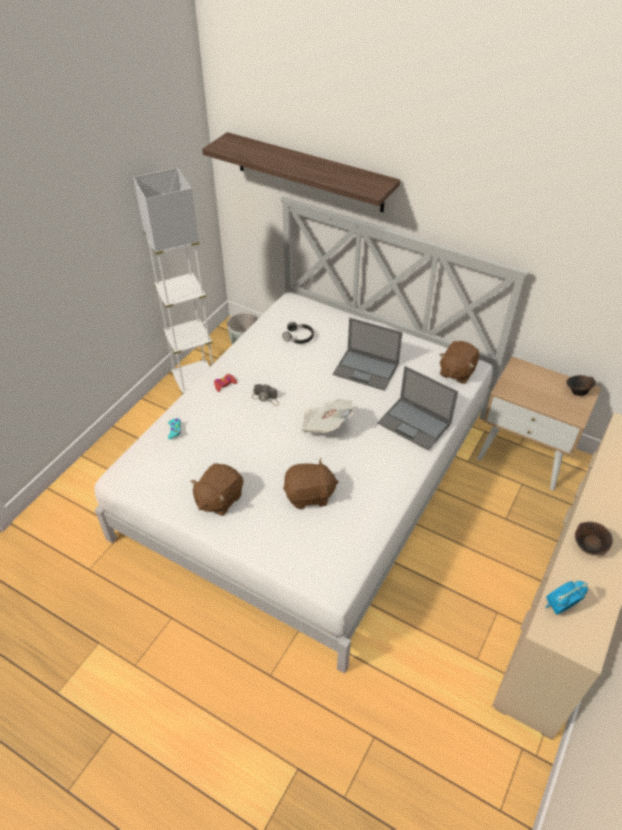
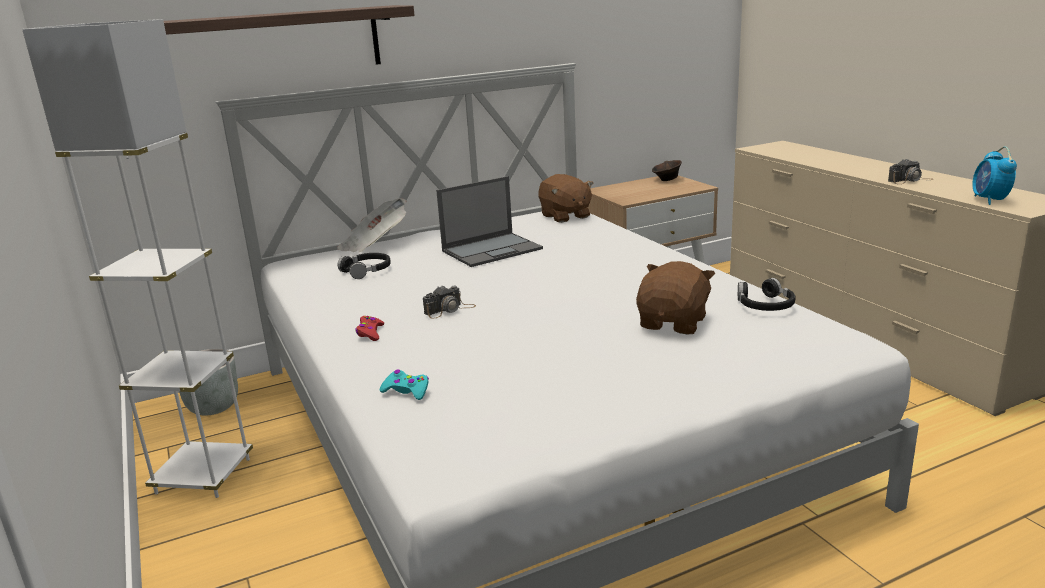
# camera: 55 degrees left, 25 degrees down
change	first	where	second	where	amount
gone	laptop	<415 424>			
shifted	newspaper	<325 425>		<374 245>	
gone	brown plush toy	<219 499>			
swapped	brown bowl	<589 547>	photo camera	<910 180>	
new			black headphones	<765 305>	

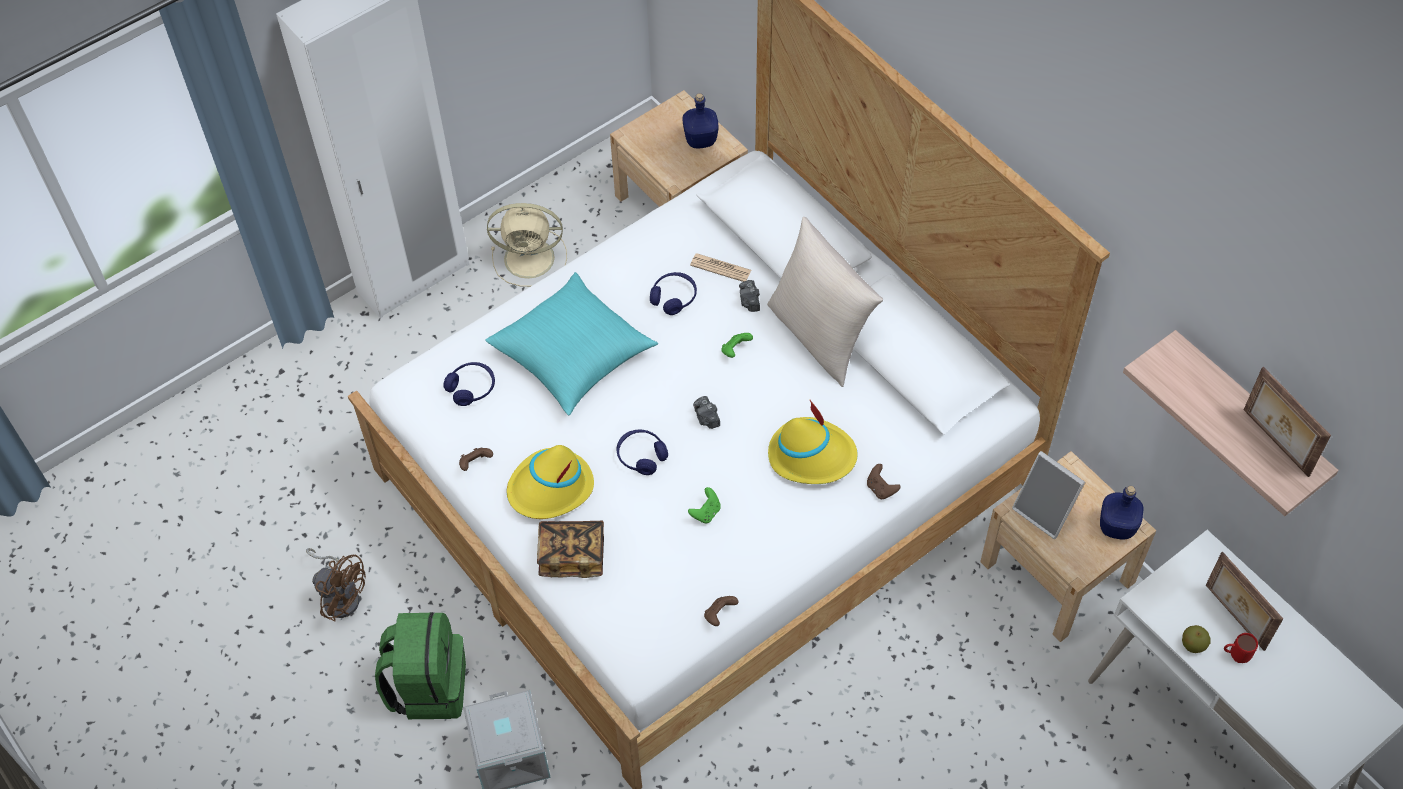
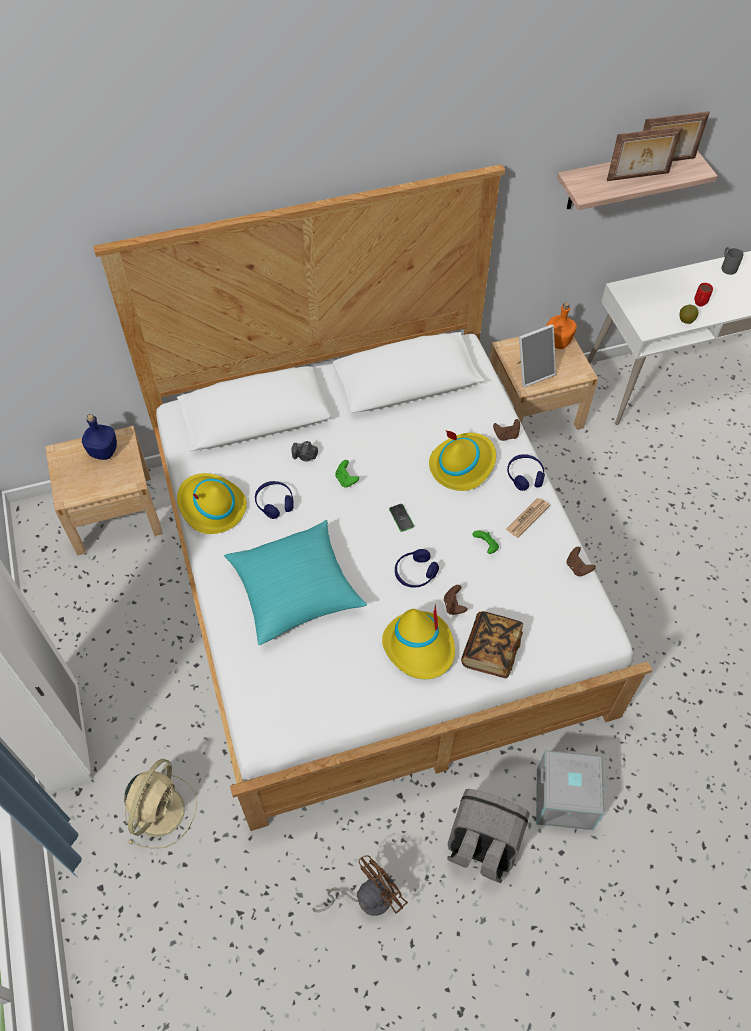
# camera: 70 degrees left, 0 degrees up
change	first	where	second	where	amount
shifted	beige fan	<531 258>		<160 809>	
gone	beige pillow	<820 336>			
shifted	newspaper	<720 268>		<527 518>	
shifted	blue headphones	<471 388>		<525 476>	
swapped	photo camera	<706 418>	phone	<401 518>	
shifted	brown game controller	<475 463>		<454 606>	
repainted	blue bottle	<1116 527>	orange bottle	<558 342>	
shifted	picture frame	<1233 618>		<638 177>	
repainted	green backpack	<428 686>	grey backpack	<481 846>	
new			grey mug	<727 267>	
new			yellow hat	<211 506>	

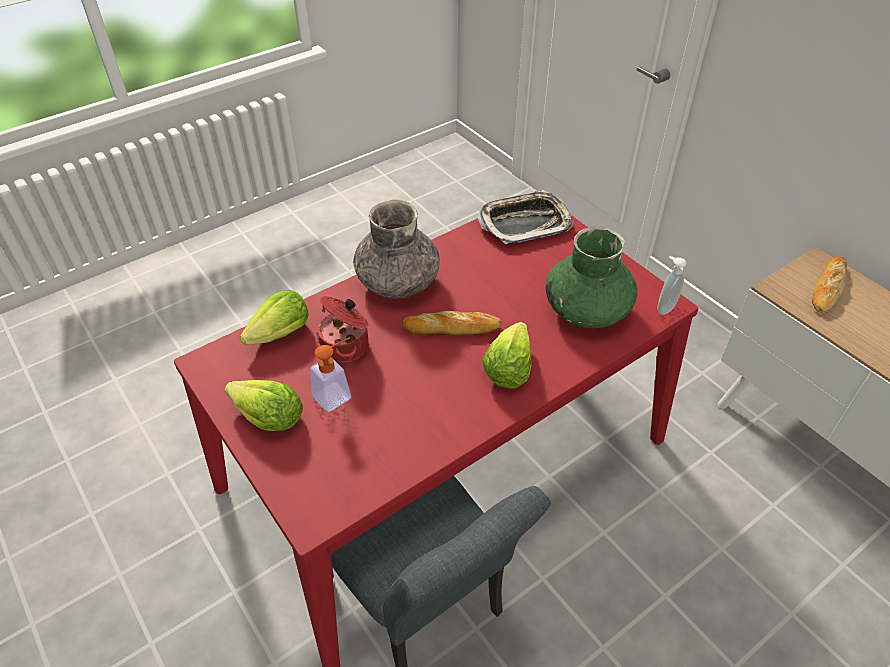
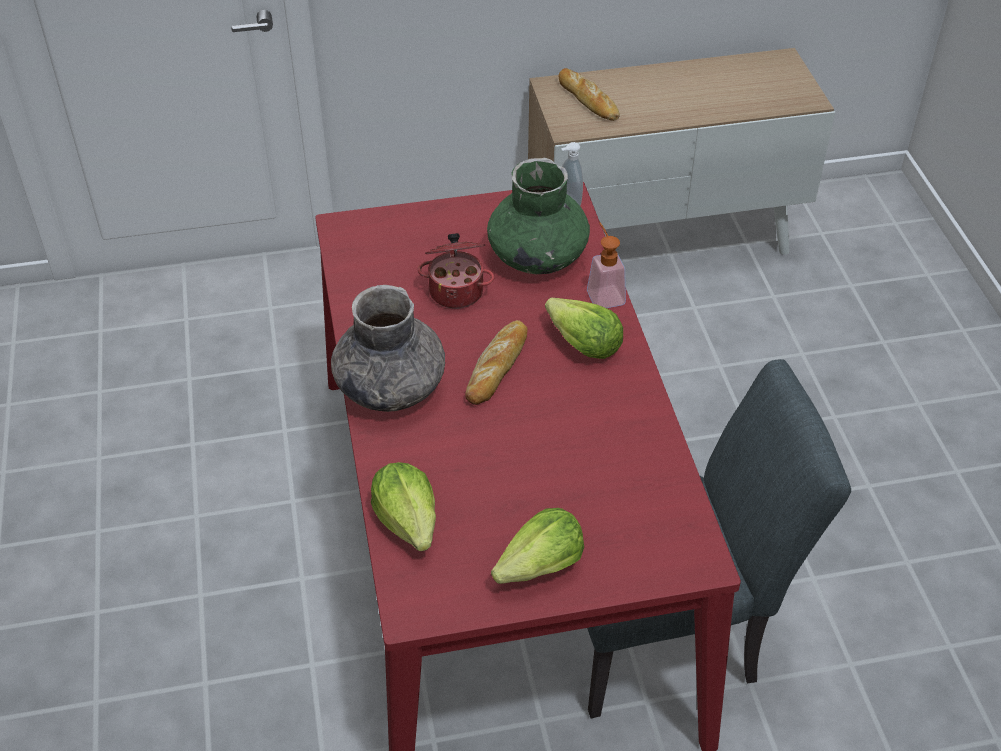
# camera: 65 degrees left, 0 degrees up
change	first	where	second	where	amount
gone	tray	<525 223>			
shifted	cooking pot	<346 346>		<456 290>	
shifted	soap dispenser	<337 394>		<603 293>	

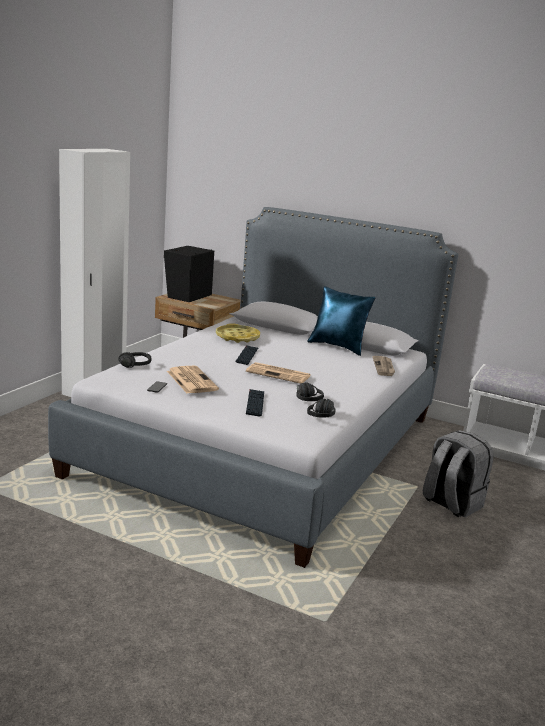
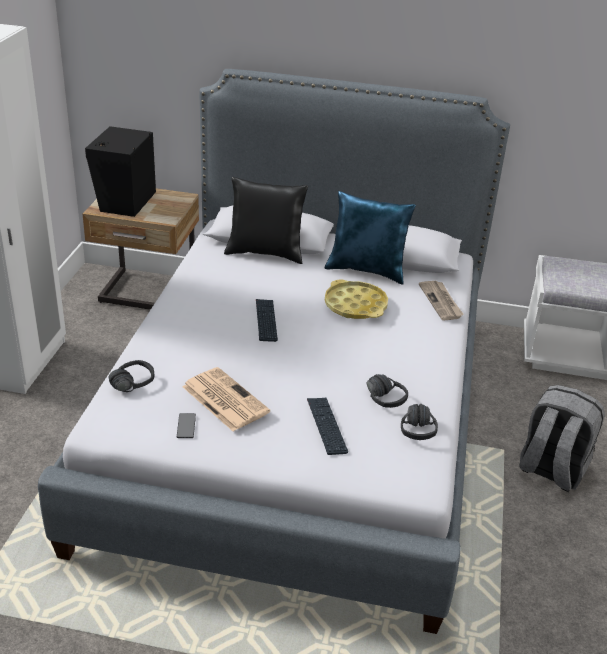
# camera: 15 degrees left, 15 degrees up
change	first	where	second	where	amount
shifted	yellow tray	<237 337>		<355 305>	
gone	newspaper	<279 374>			
new			black pillow	<266 253>	

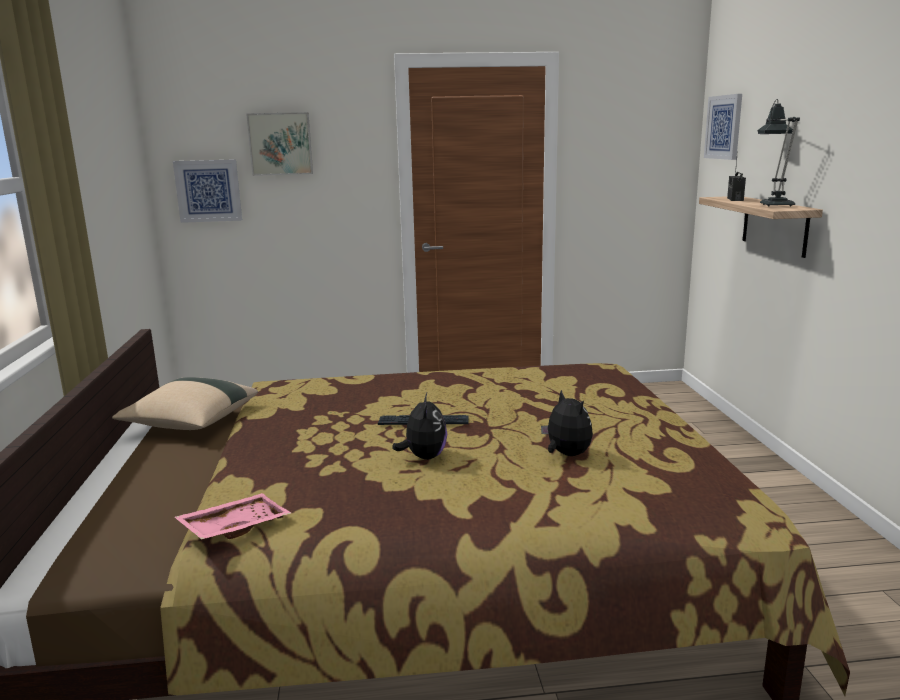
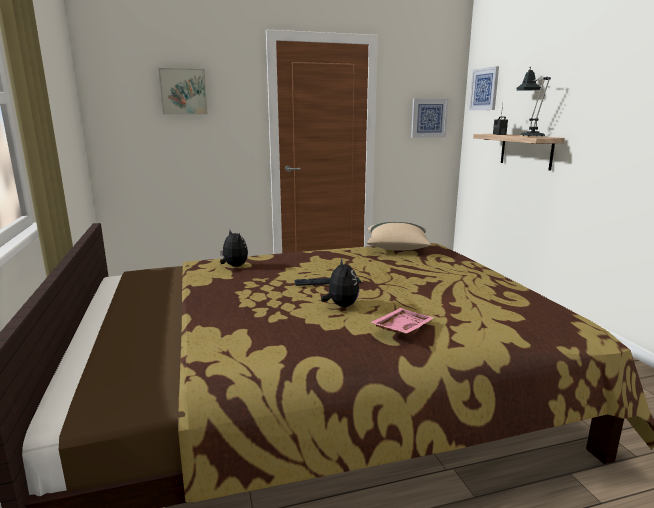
# camera: 10 degrees left, 0 degrees up
change	first	where	second	where	amount
shifted	picture	<208 191>		<429 118>	
shifted	beige pillow	<190 423>		<397 248>	
shifted	plush toy	<566 454>		<234 266>	
shifted	pink tray	<234 527>		<401 329>	

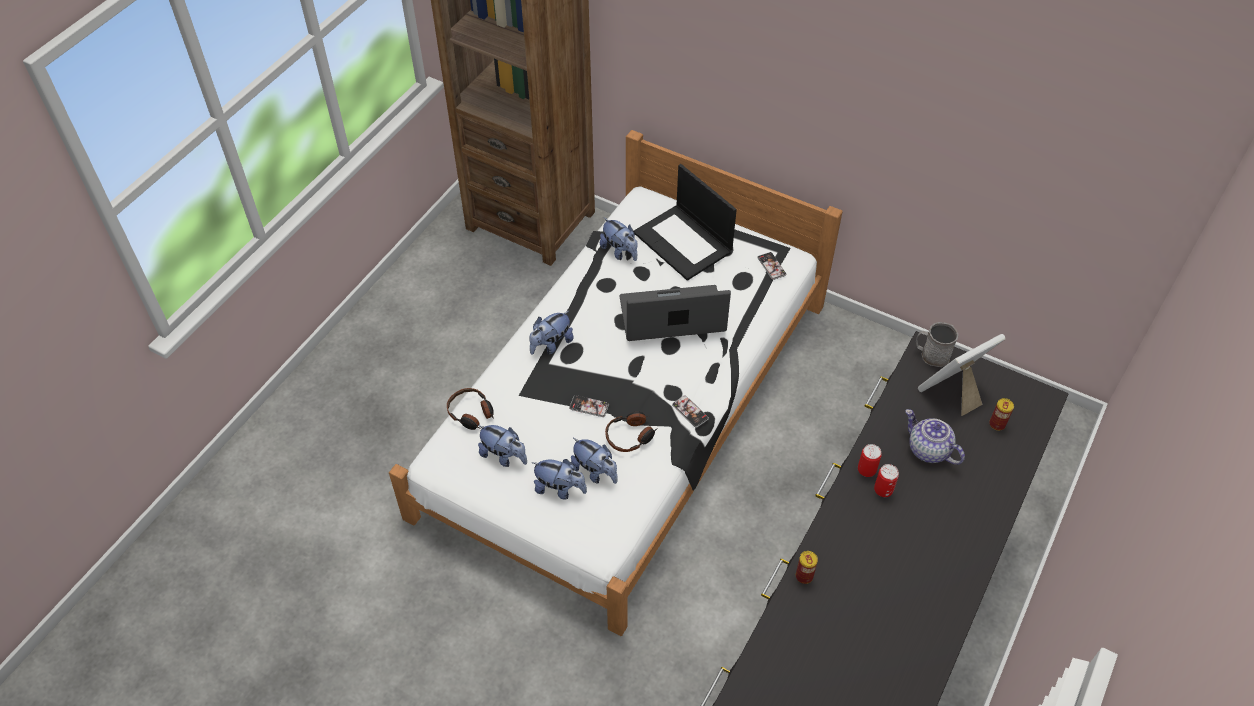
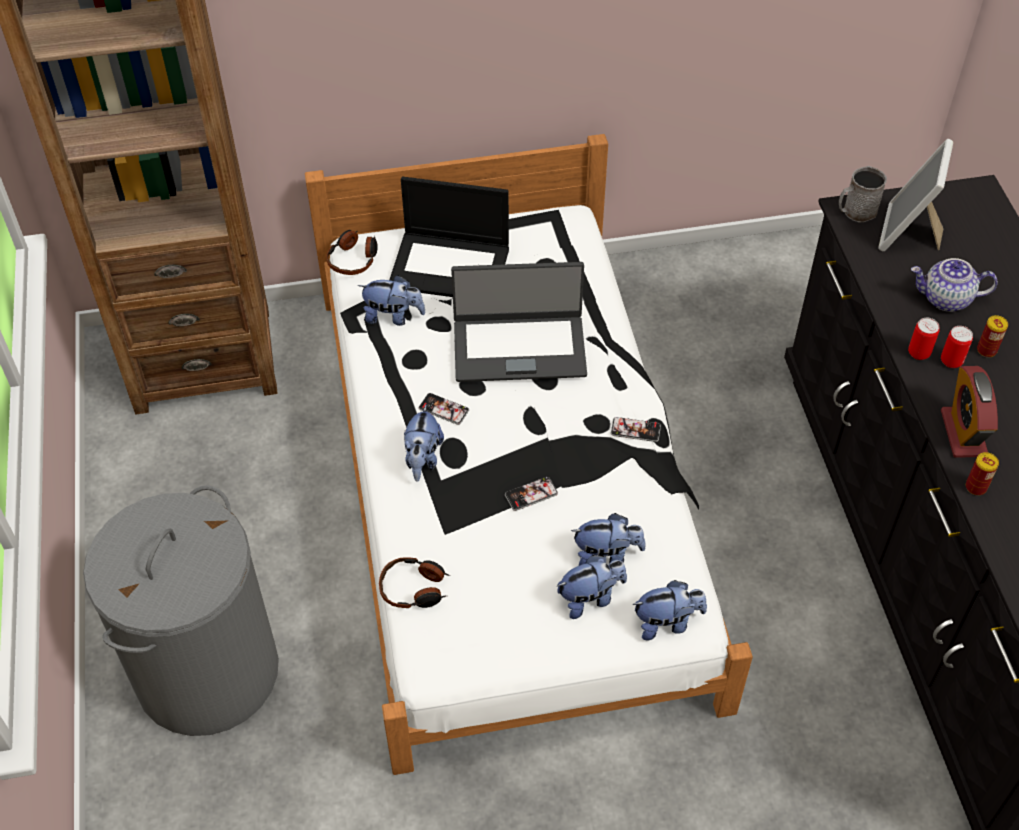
# camera: 40 degrees left, 0 degrees up
change	first	where	second	where	amount
shifted	phone	<771 266>		<443 409>	
rotated	laptop	<672 316>		<519 347>	135 degrees counterclockwise
shifted	can	<997 424>		<986 350>	
shifted	headphones	<630 436>		<354 259>	
shifted	plush toy	<504 456>		<667 622>	
new			alarm clock	<963 433>	
new			grey laundry basket	<207 670>	

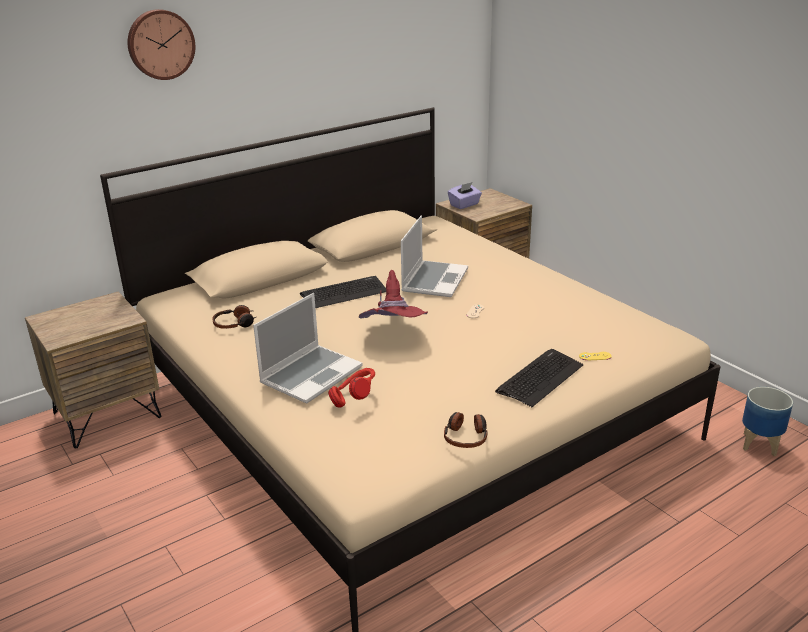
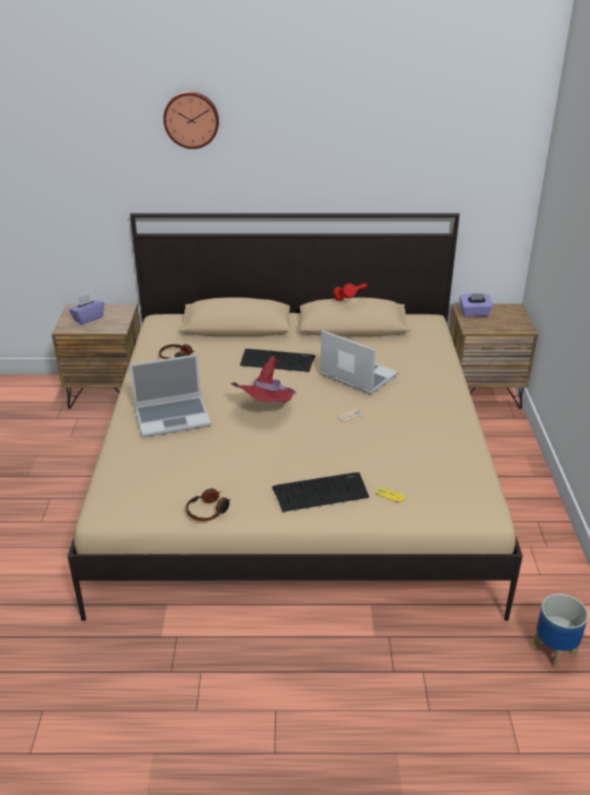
# camera: 35 degrees right, 5 degrees up
change	first	where	second	where	amount
rotated	laptop	<434 280>		<357 375>	105 degrees counterclockwise
shifted	red headphones	<354 400>		<351 300>	
new			purple tissue box	<88 318>	

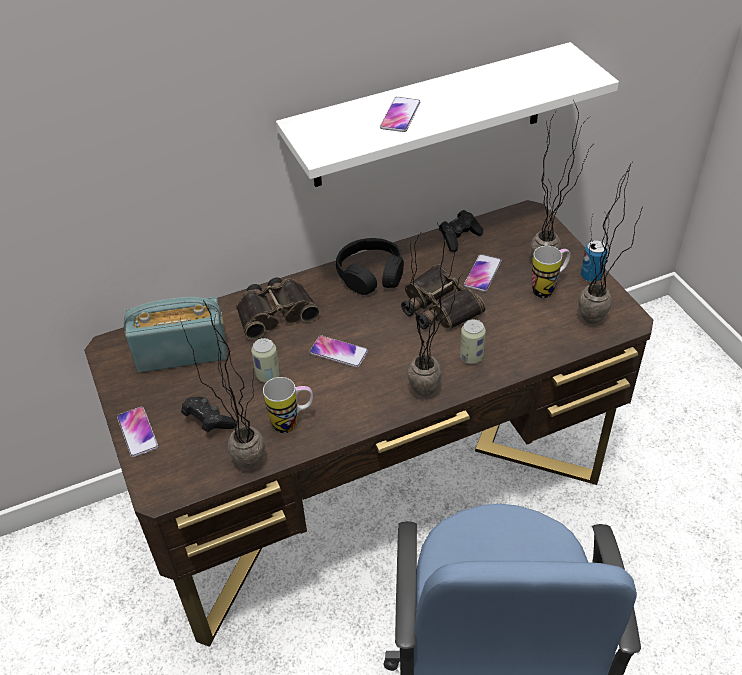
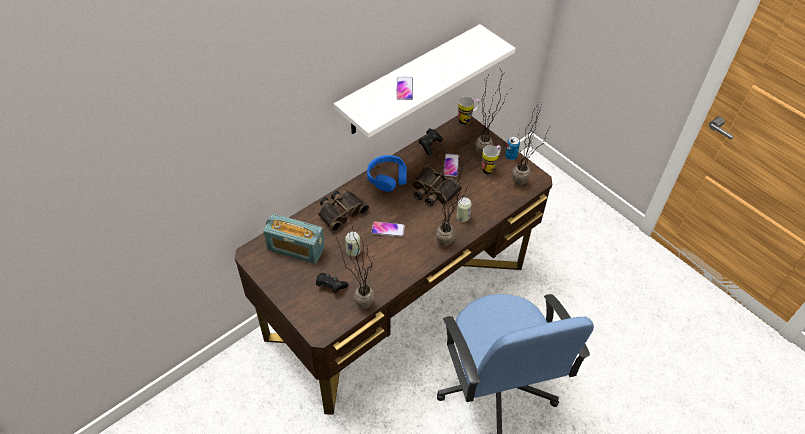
# camera: 20 degrees left, 5 degrees up
change	first	where	second	where	amount
repainted	black headphones	<371 274>	blue headphones	<387 177>	
rotated	radio	<181 353>		<296 248>	135 degrees counterclockwise
shifted	mug	<292 423>		<467 120>	
gone	phone	<137 432>			

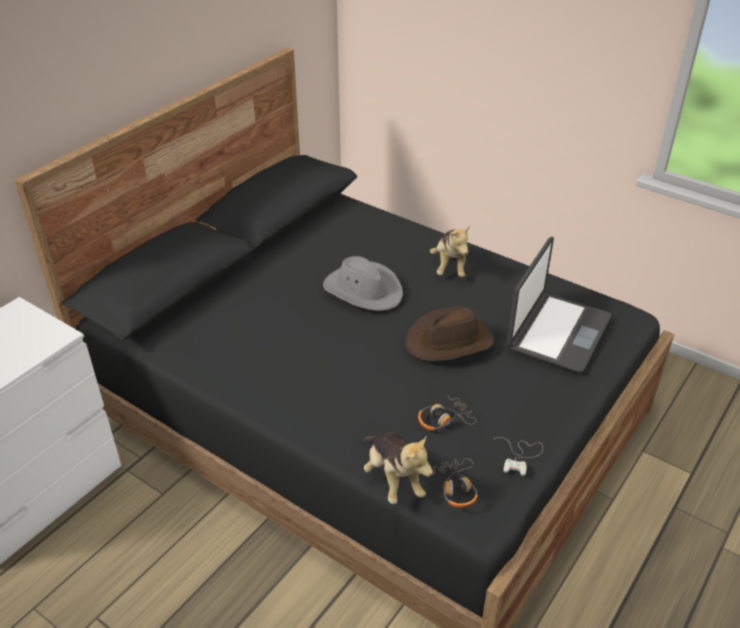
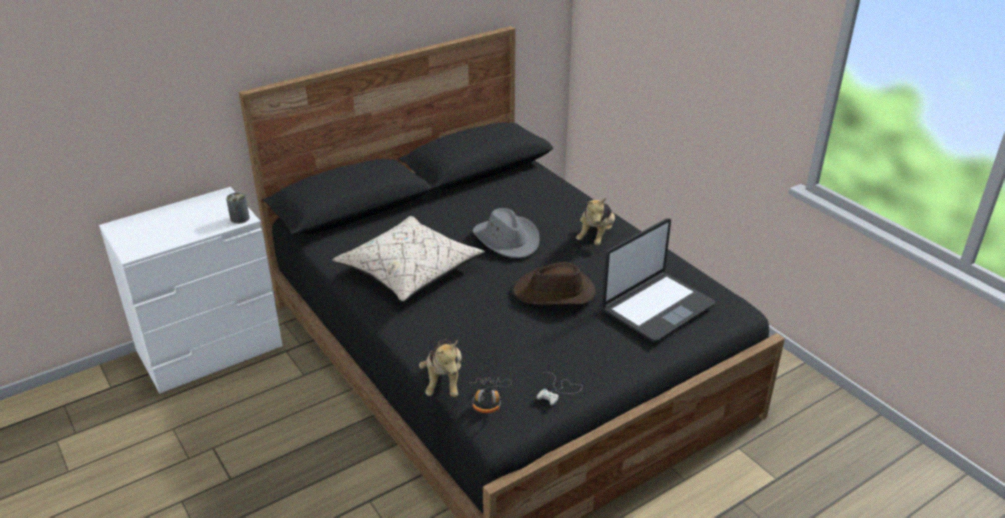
# camera: 20 degrees right, 5 degrees down
change	first	where	second	where	amount
gone	headphones	<444 419>			
new			can	<240 218>	
new			beige pillow	<409 271>	

